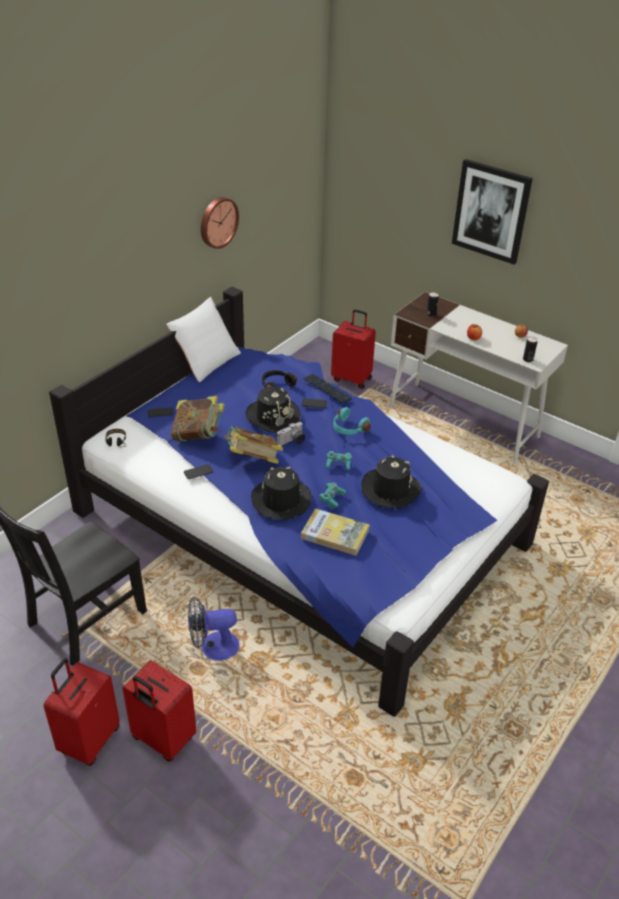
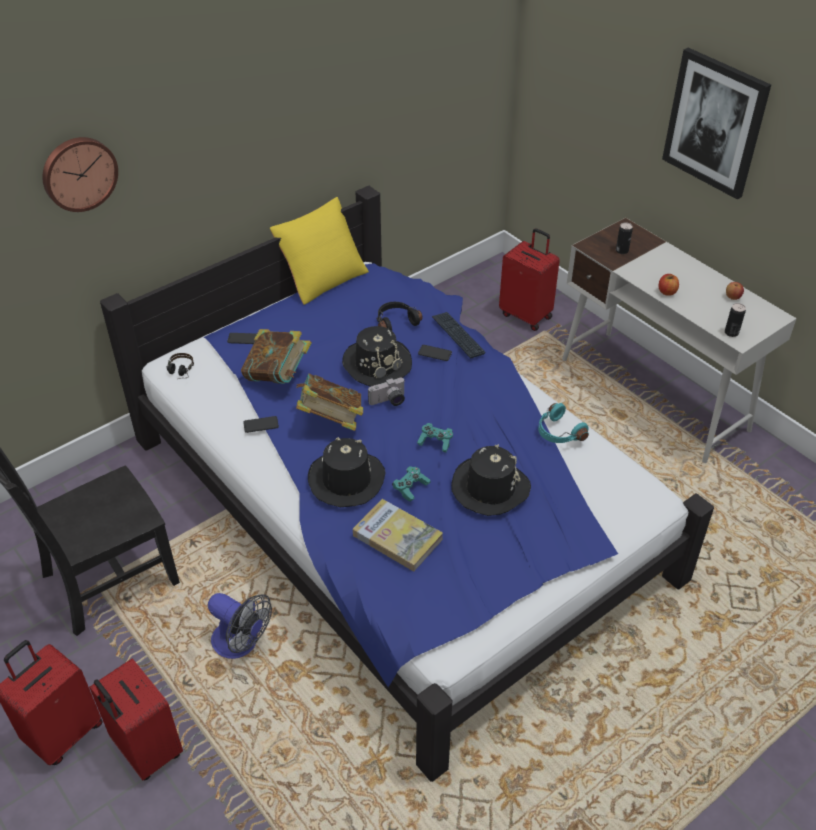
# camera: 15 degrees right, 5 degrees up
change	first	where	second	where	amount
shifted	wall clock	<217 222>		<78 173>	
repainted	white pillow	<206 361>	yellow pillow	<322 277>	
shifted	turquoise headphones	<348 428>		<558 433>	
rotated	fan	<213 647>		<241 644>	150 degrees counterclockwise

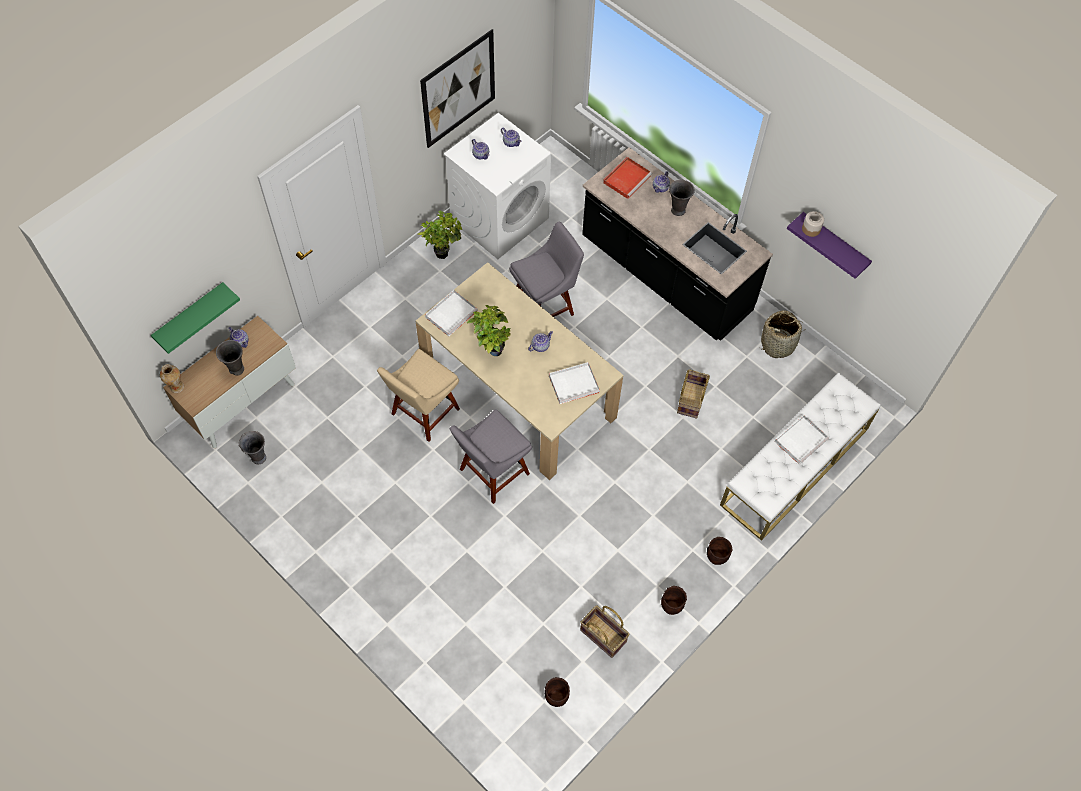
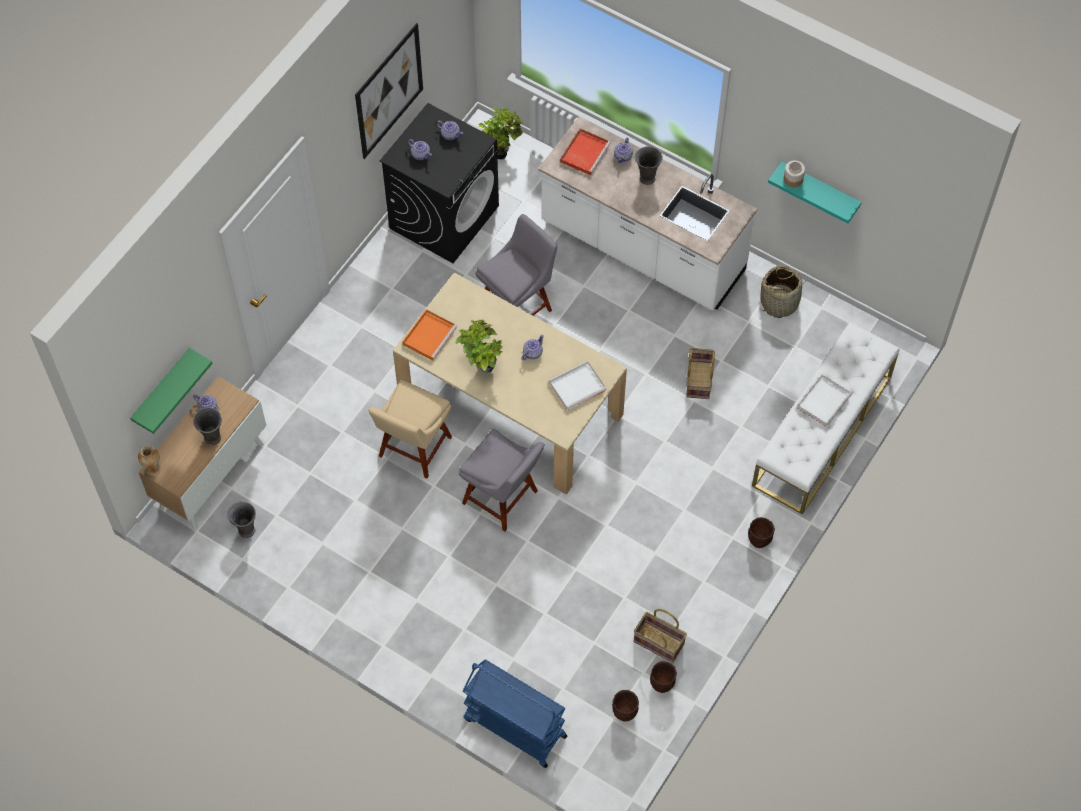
# camera: 10 degrees left, 0 degrees up
change	first	where	second	where	amount
repainted	white washing machine	<500 218>	black washing machine	<444 216>	
repainted	black counter	<665 276>	white counter	<642 248>	
shifted	potted plant	<443 251>		<500 151>	
repainted	purple shelf	<833 244>	turquoise shelf	<819 190>	
repainted	white tray	<451 313>	orange tray	<429 335>	
rotated	grey chair	<491 473>		<503 499>	90 degrees counterclockwise
shifted	brown planter	<671 607>		<662 685>	
new			blue cart	<514 727>	

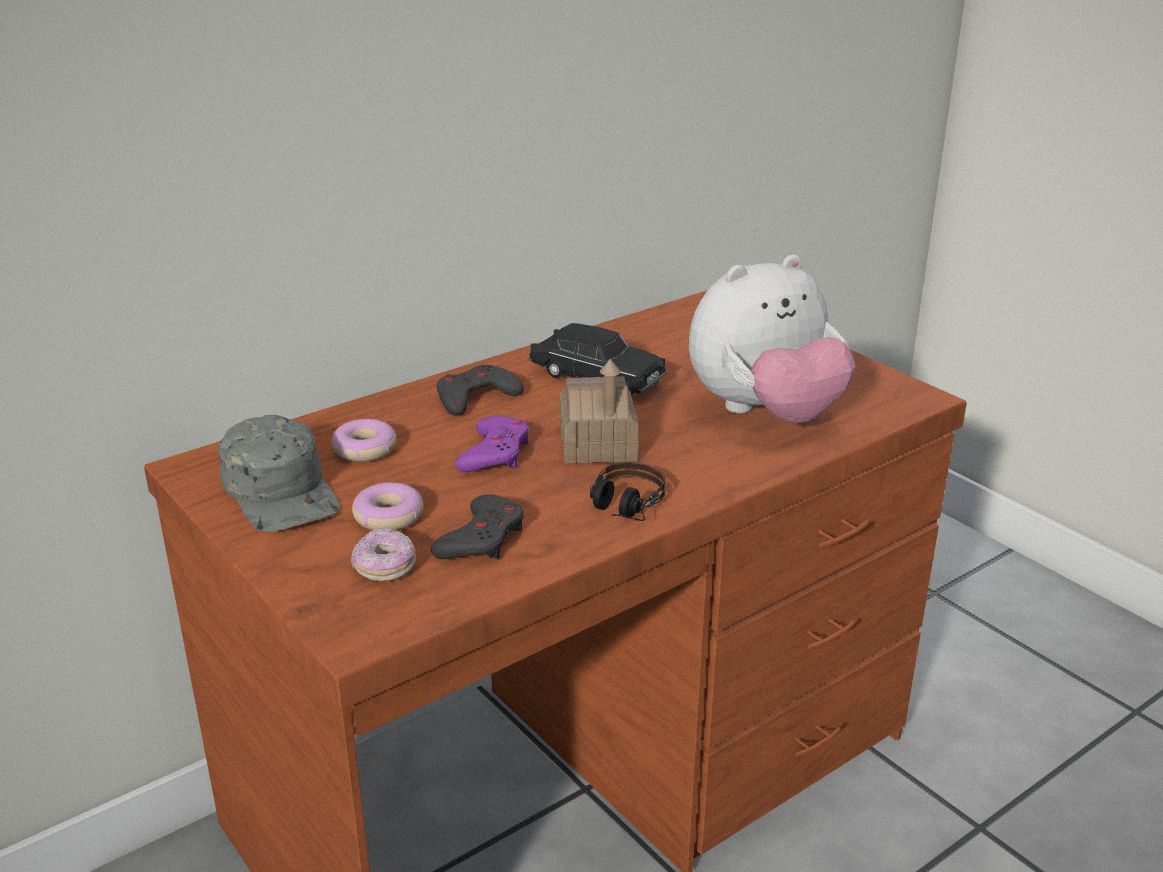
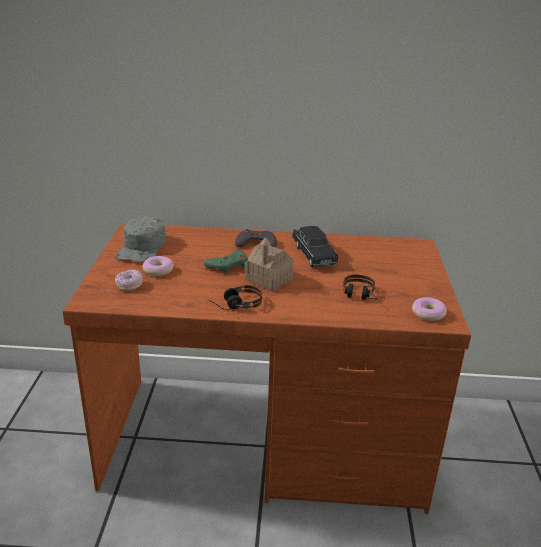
# camera: 40 degrees right, 0 degrees up
change	first	where	second	where	amount
swapped	plush toy	<765 414>	headphones	<359 297>	
repainted	purple game controller	<495 453>	green game controller	<228 265>	
shifted	donut	<364 449>		<428 313>	
gone	grey game controller	<482 538>			

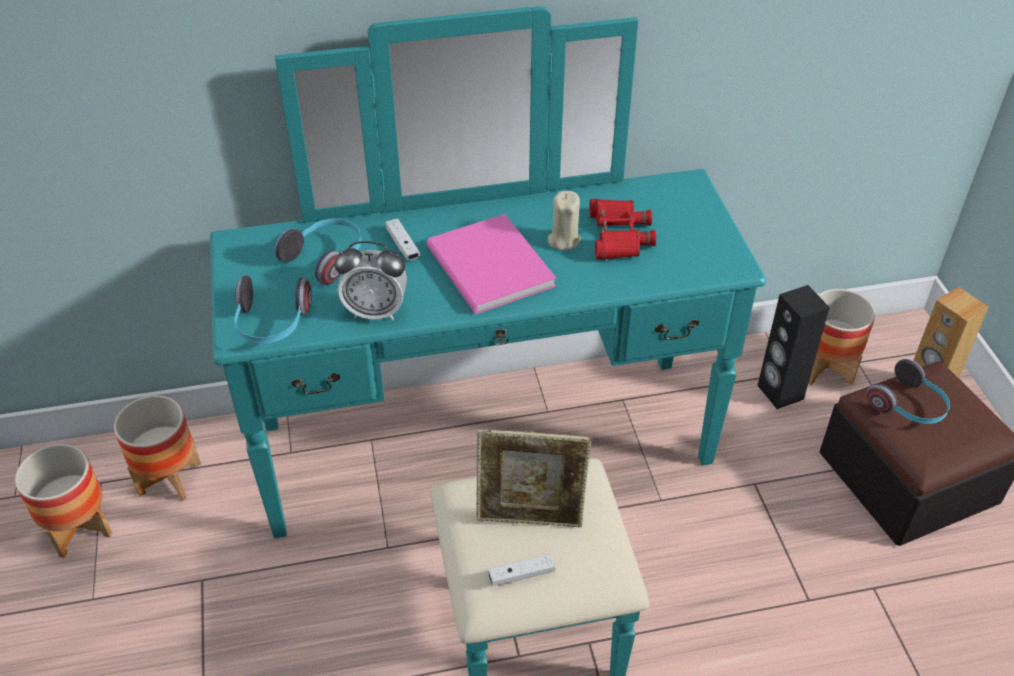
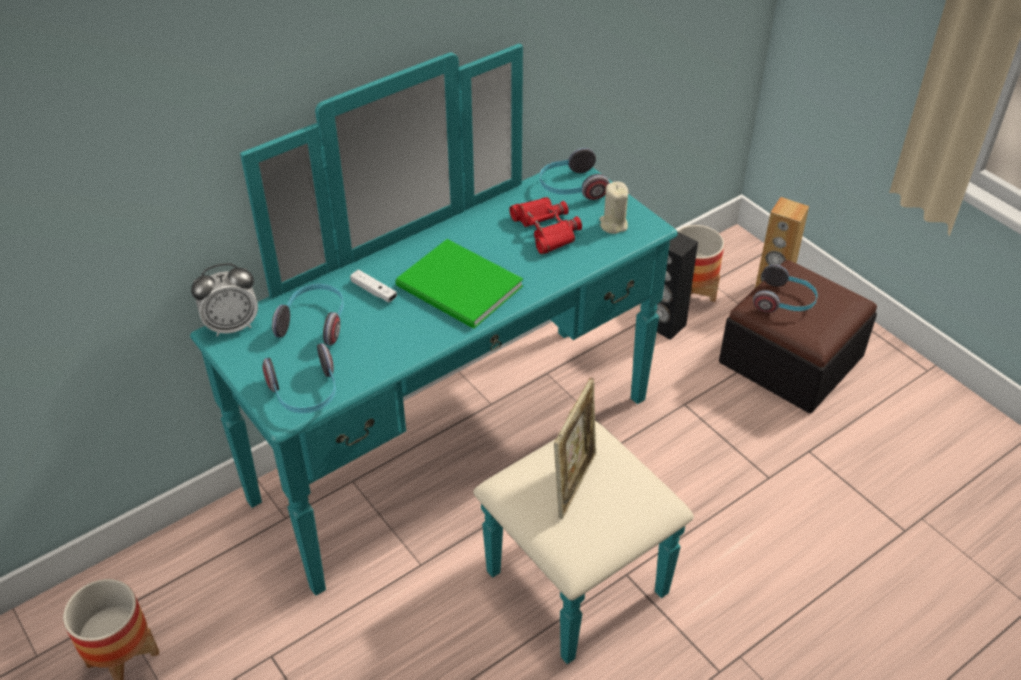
# camera: 25 degrees left, 0 degrees up
change	first	where	second	where	amount
shifted	beige candle	<563 240>		<613 224>	
repainted	pink book	<489 269>	green book	<460 289>	
shifted	alarm clock	<375 311>		<232 325>	
gone	planter	<169 478>			
rotated	picture frame	<530 518>		<574 483>	45 degrees counterclockwise
gone	white game controller	<521 575>			
new			headphones	<571 188>	

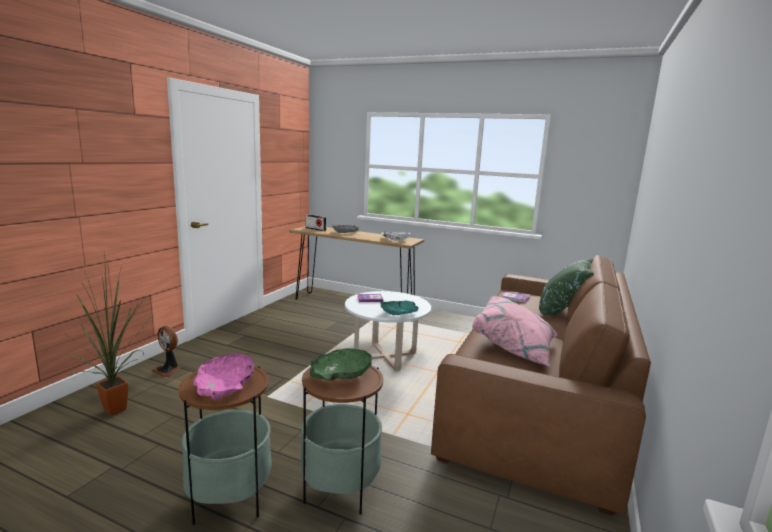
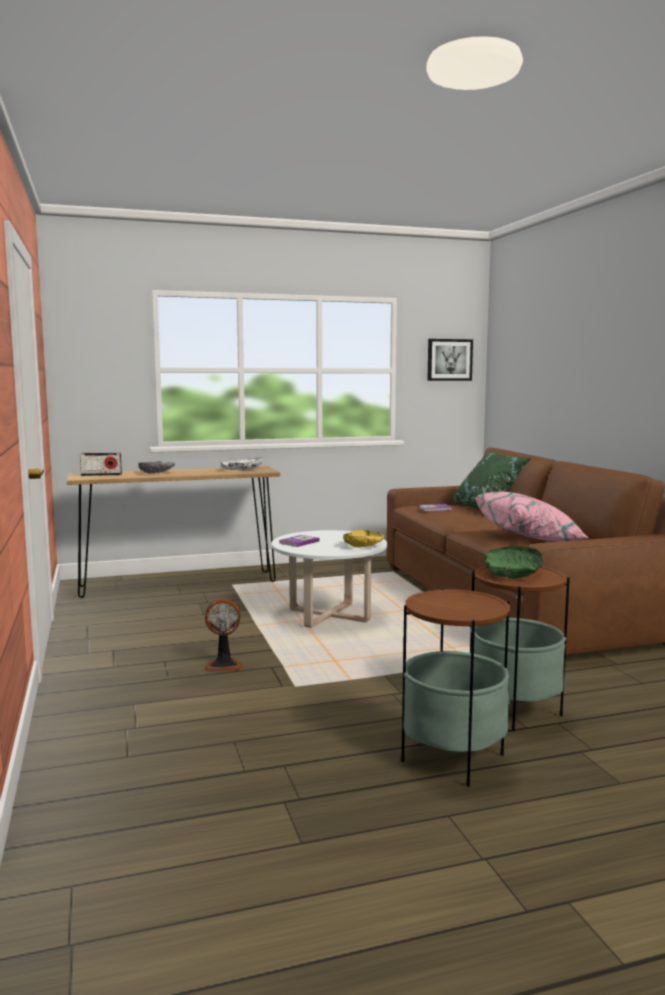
# camera: 40 degrees left, 5 degrees down
change	first	where	second	where	amount
gone	potted plant	<119 409>			
repainted	turquoise bowl	<399 313>	yellow bowl	<363 545>	
shifted	fan	<168 370>		<224 665>	
gone	pink bowl	<225 385>			
new			picture	<449 360>	

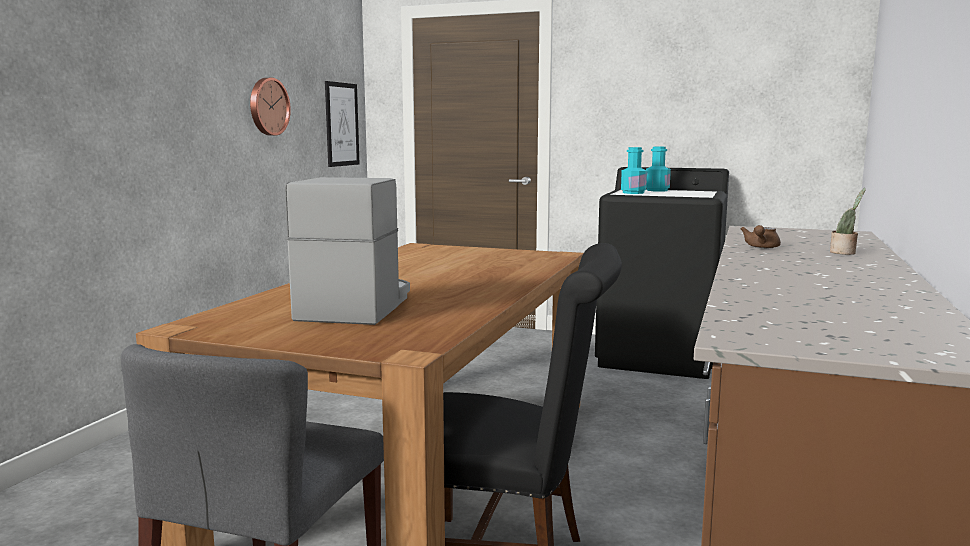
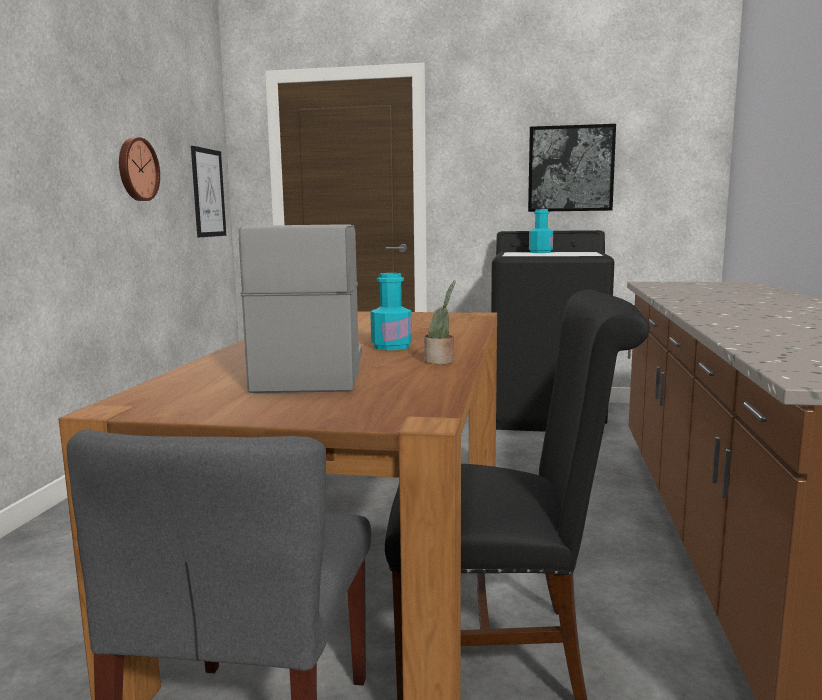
# camera: 10 degrees left, 0 degrees up
change	first	where	second	where	amount
shifted	turquoise bottle	<633 193>		<391 347>	
shifted	potted plant	<844 253>		<440 361>	
gone	brown teapot	<761 247>			
new			picture	<570 169>	

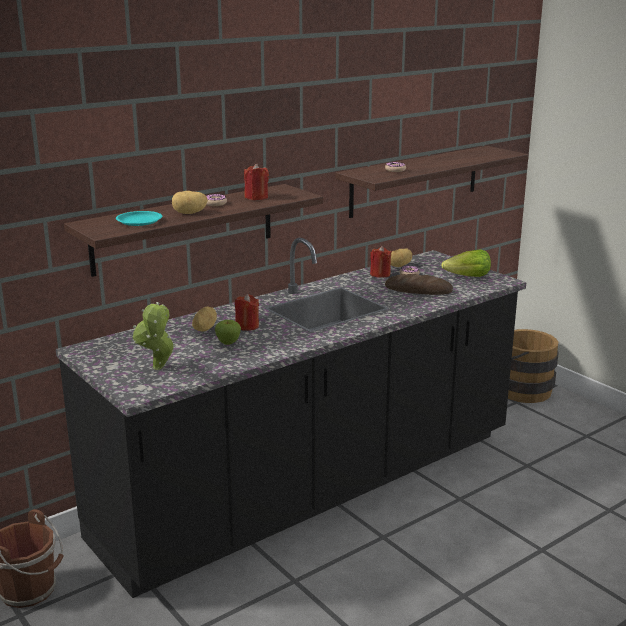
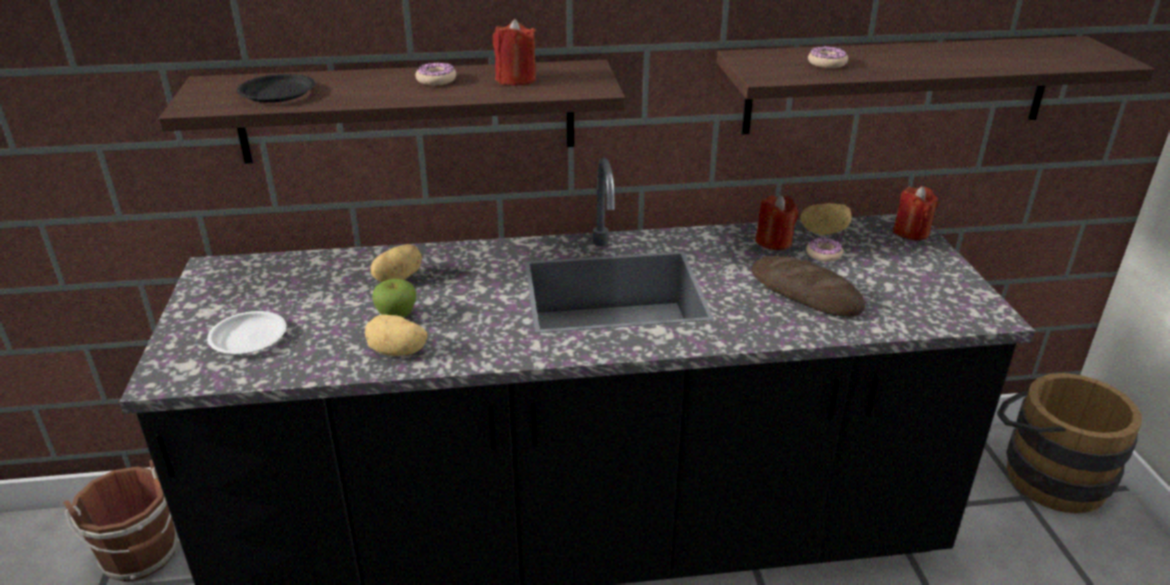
# camera: 30 degrees right, 10 degrees up
change	first	where	second	where	amount
shifted	potato	<189 213>		<397 352>	
repainted	turquoise plate	<139 221>	black plate	<278 93>	
gone	lettuce	<468 277>			
shifted	red candle	<247 326>		<911 232>	
swapped	potted plant	<158 369>	white plate	<249 338>	

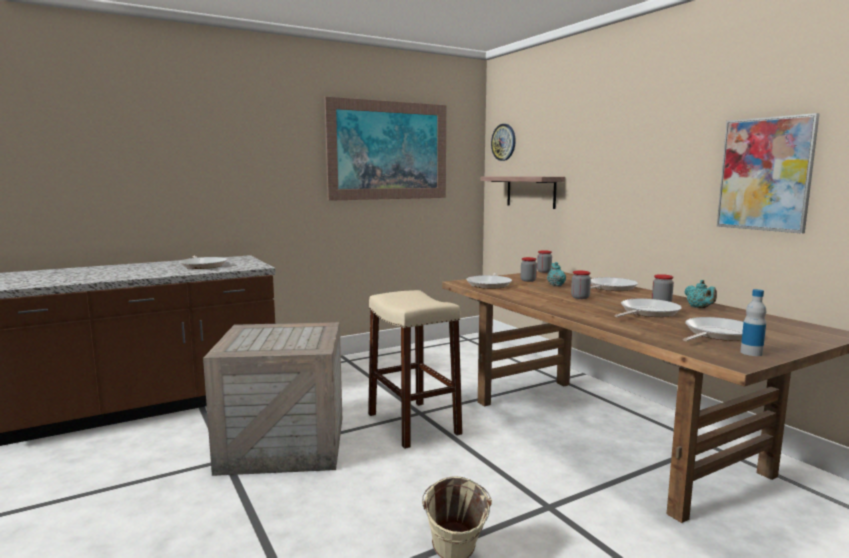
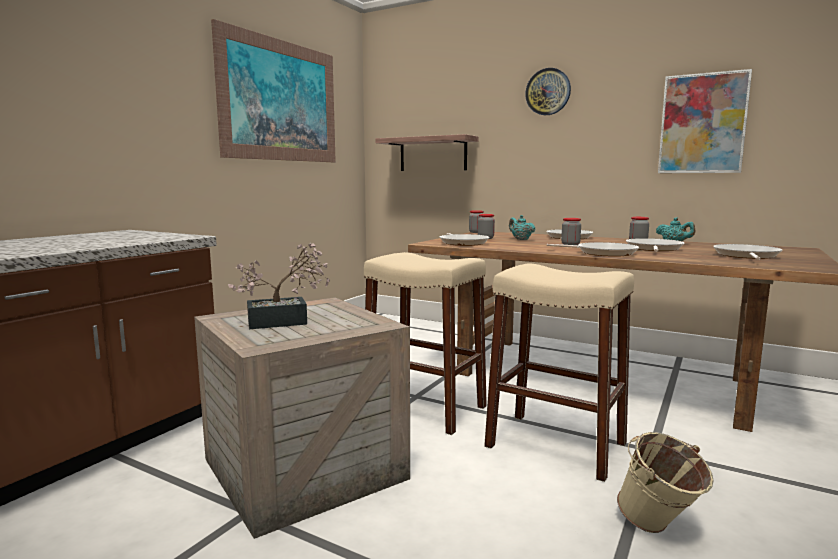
# camera: 30 degrees left, 0 degrees up
change	first	where	second	where	amount
shifted	wall clock	<504 142>		<548 92>	
shifted	frying pan	<203 265>		<602 253>	
gone	bottle	<751 353>			
new			potted plant	<285 321>	
new			beige stool	<555 444>	

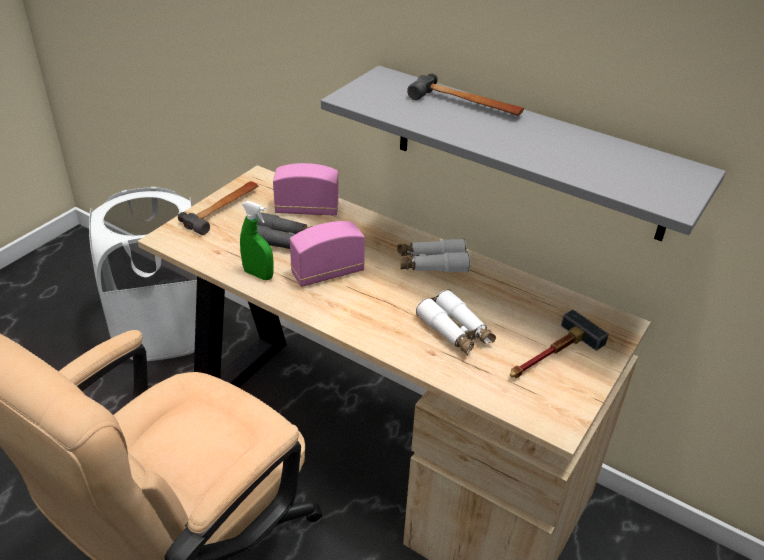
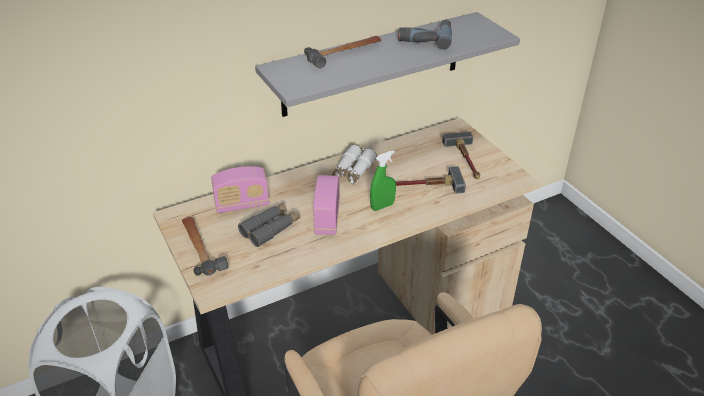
# camera: 60 degrees left, 0 degrees up
change	first	where	second	where	amount
rotated	radio	<307 209>		<242 205>	135 degrees counterclockwise
shifted	green spray bottle	<258 274>		<382 206>	
swapped	white binoculars	<455 331>	hammer	<423 186>	
new			power drill	<425 38>	

